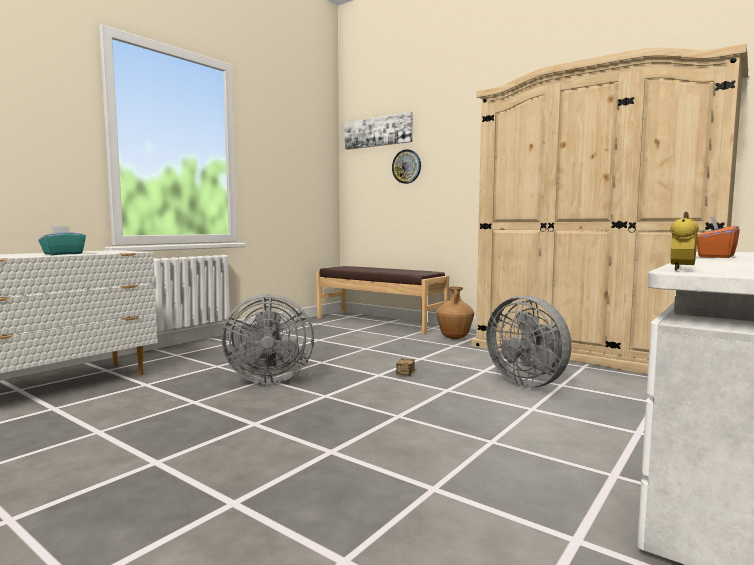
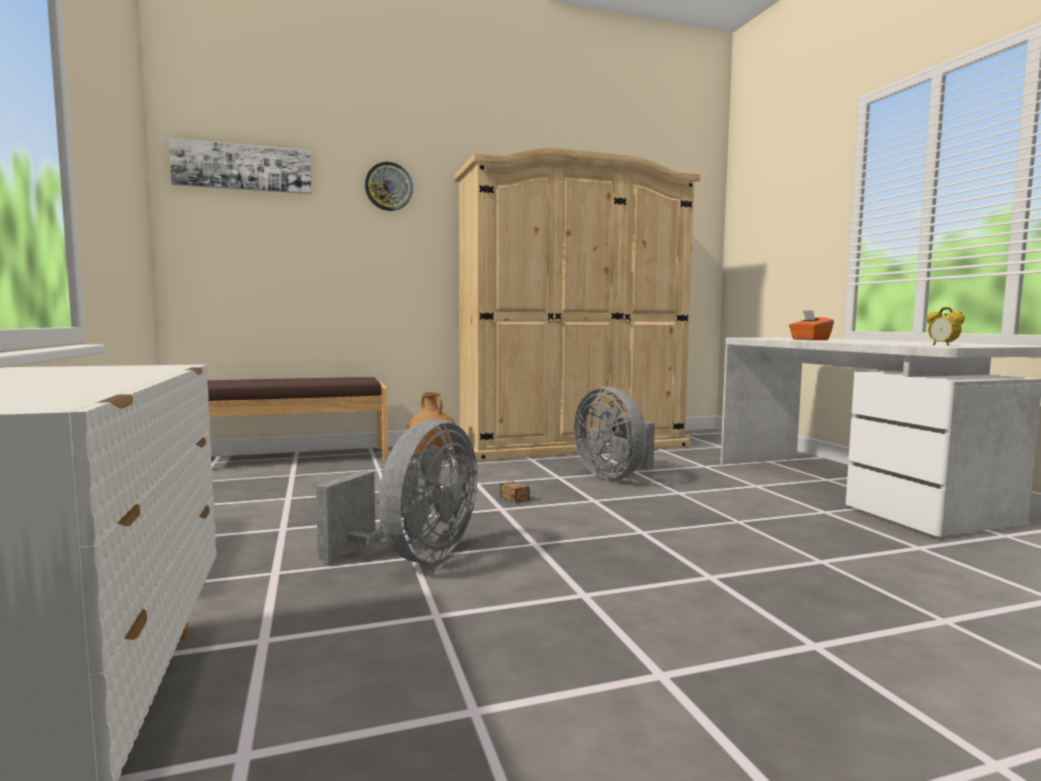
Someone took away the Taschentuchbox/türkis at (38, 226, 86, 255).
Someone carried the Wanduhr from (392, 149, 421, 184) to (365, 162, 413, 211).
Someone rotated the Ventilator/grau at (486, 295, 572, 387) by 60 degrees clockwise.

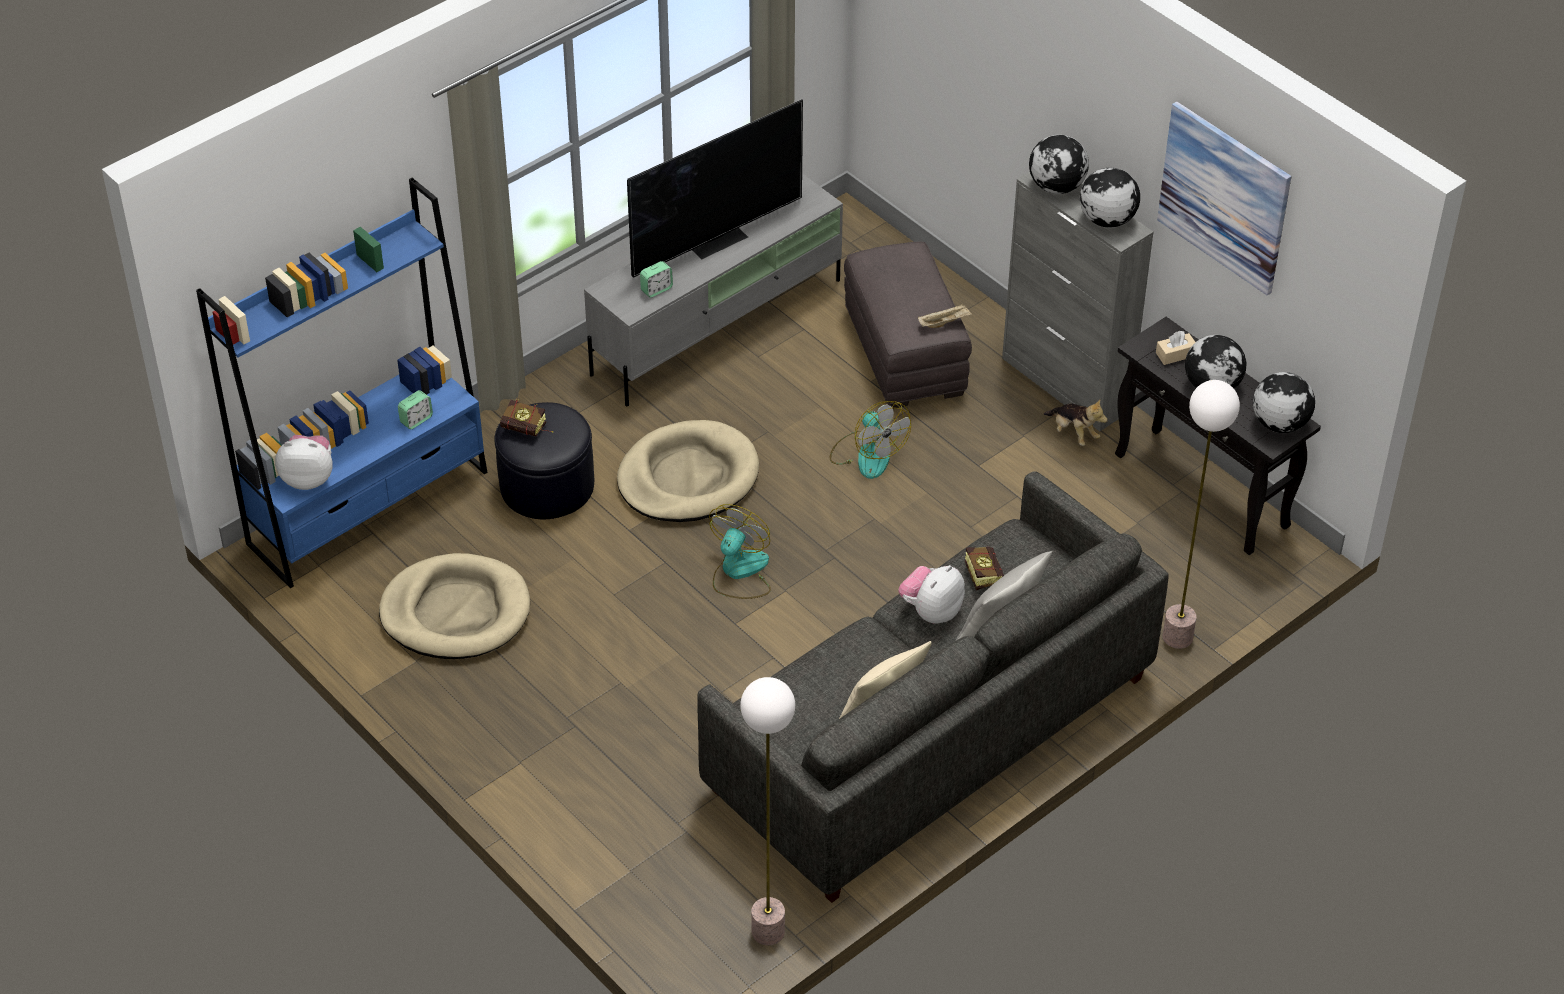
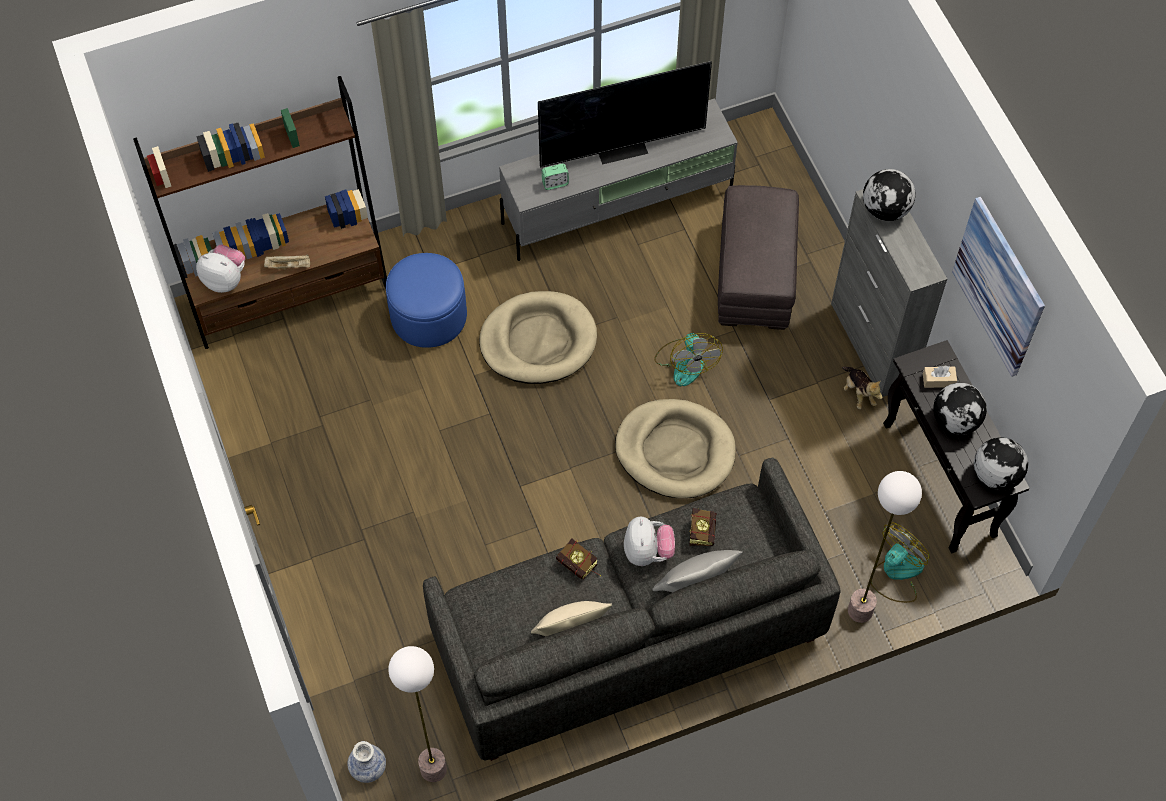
Someone took away the Wecker at (398, 390, 433, 429).
Someone took away the Globus at (1080, 168, 1140, 227).
Someone put down the Vase at (347, 741, 386, 783).
Someone carried the Hundebett/beige from (379, 553, 530, 659) to (615, 399, 736, 498).
Someone carried the Buch from (500, 399, 553, 437) to (556, 538, 601, 579).
Someone carried the Ventilator from (709, 504, 771, 599) to (871, 523, 930, 603).
Someone carried the Tablett/beige from (918, 303, 972, 328) to (264, 255, 310, 270).
Someone repainted the Bücherregal/blau at (196, 178, 488, 588), which became the Bücherregal/braun at (133, 76, 387, 349).
Someone repainted the Polsterhocker/schwarz at (494, 402, 594, 519), which became the Polsterhocker/blau at (386, 253, 467, 348).
Someone rotated the Plüschtier at (898, 565, 965, 624) by 120 degrees clockwise.

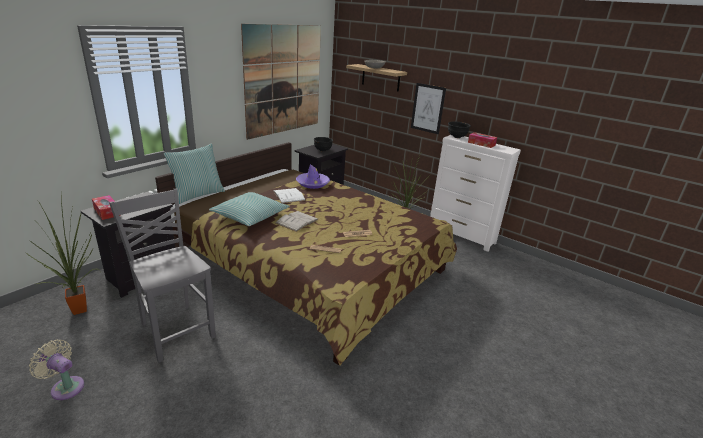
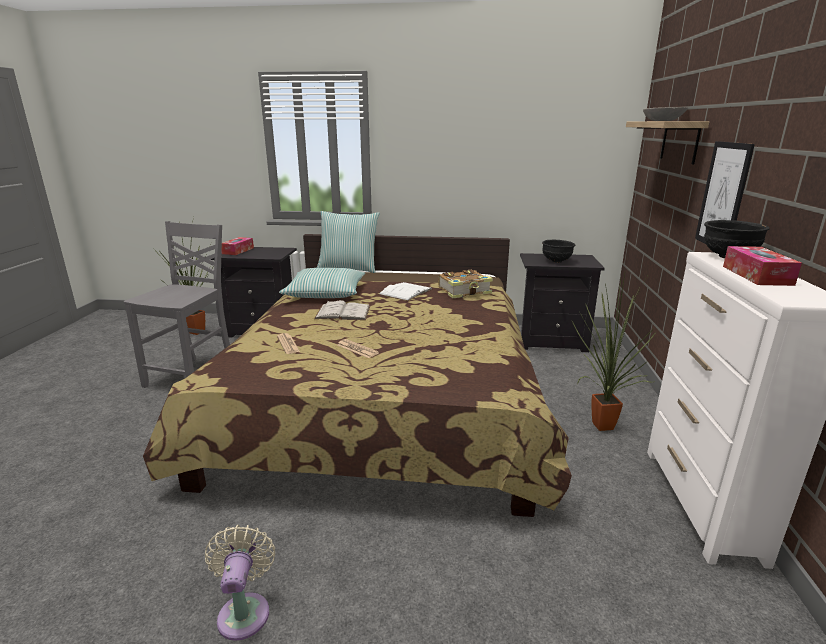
Someone took away the Bild at (241, 24, 321, 140).
Someone carried the Ventilator/beige from (29, 340, 85, 400) to (205, 525, 275, 641).
Someone swapped the Hut/lila at (296, 164, 330, 189) for the Buch at (439, 270, 493, 298).

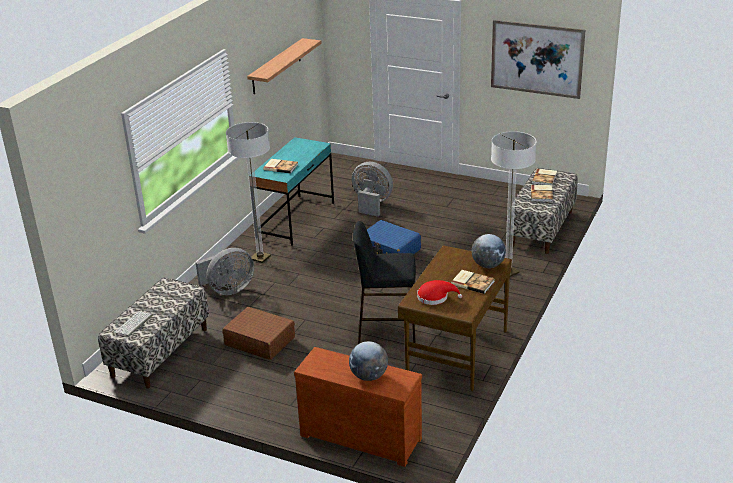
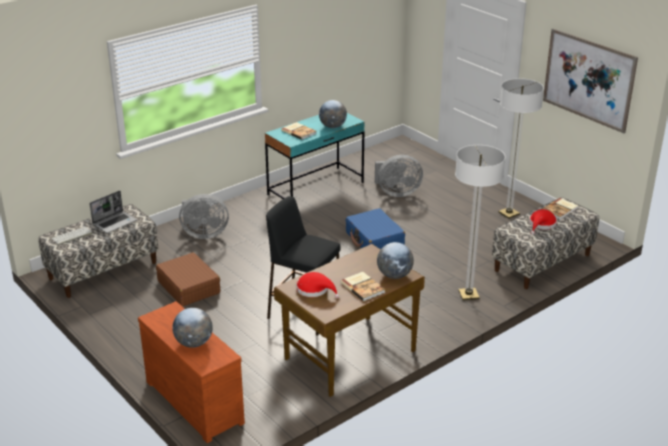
Someone took away the Wandregal at (247, 38, 322, 94).
Someone put down the Laptop at (89, 190, 137, 233).
Someone put down the Globus at (319, 100, 347, 128).
Someone carried the Stehlampe from (226, 122, 271, 263) to (498, 78, 544, 219).
Someone swapped the Buch at (531, 185, 553, 202) for the Hut/rot at (529, 209, 557, 235).
Someone rotated the Ventilator/grau at (352, 162, 393, 217) by 120 degrees clockwise.

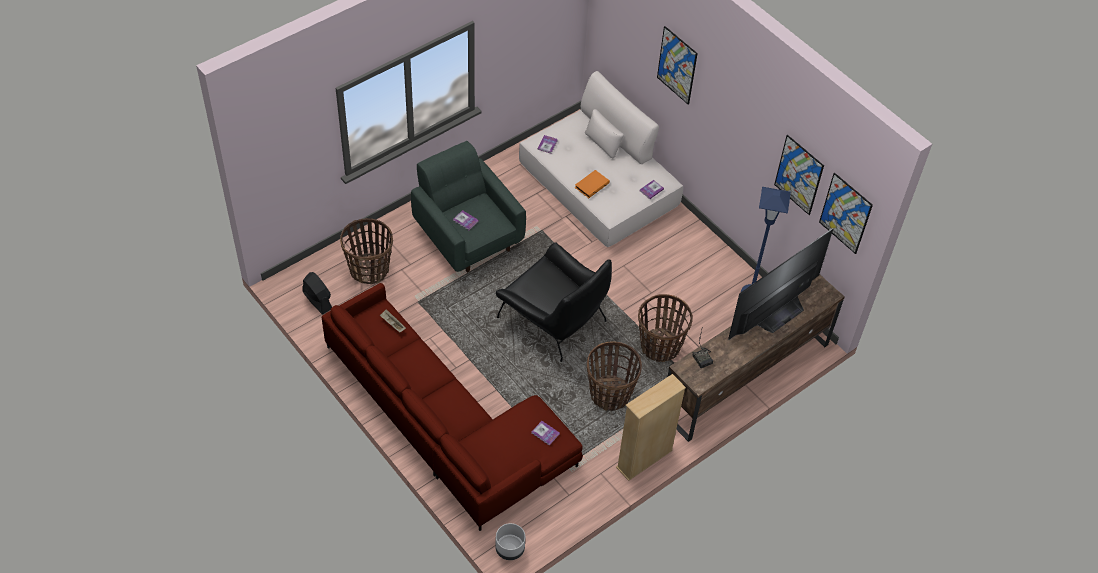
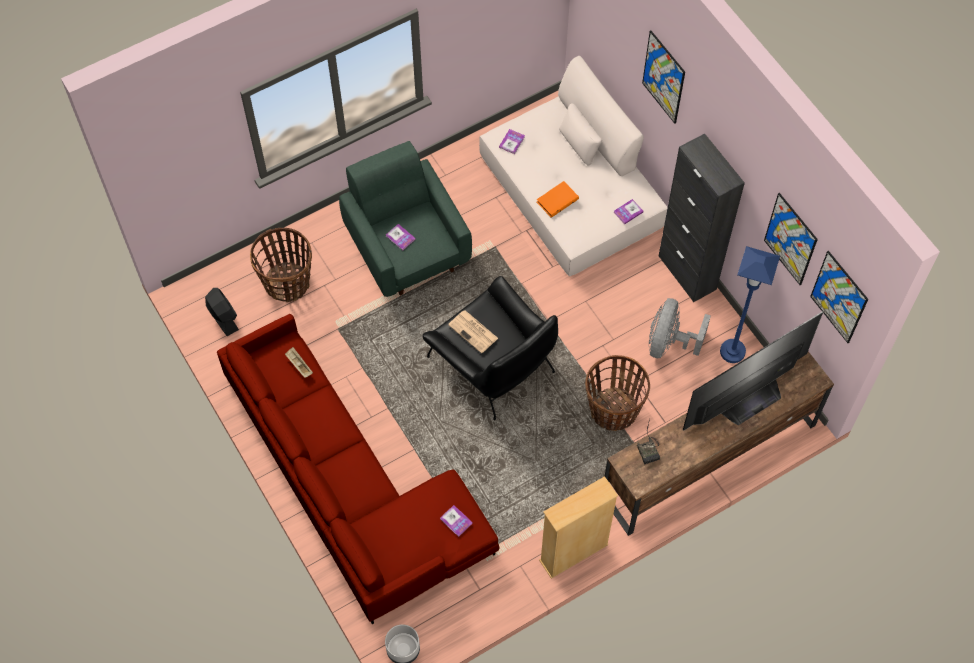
Someone took away the Korb at (587, 342, 642, 411).
Someone put down the Zeitung at (448, 310, 498, 354).
Someone put down the Ventilator/grau at (649, 298, 711, 358).
Someone put down the Schrank/schwarz at (658, 134, 745, 302).

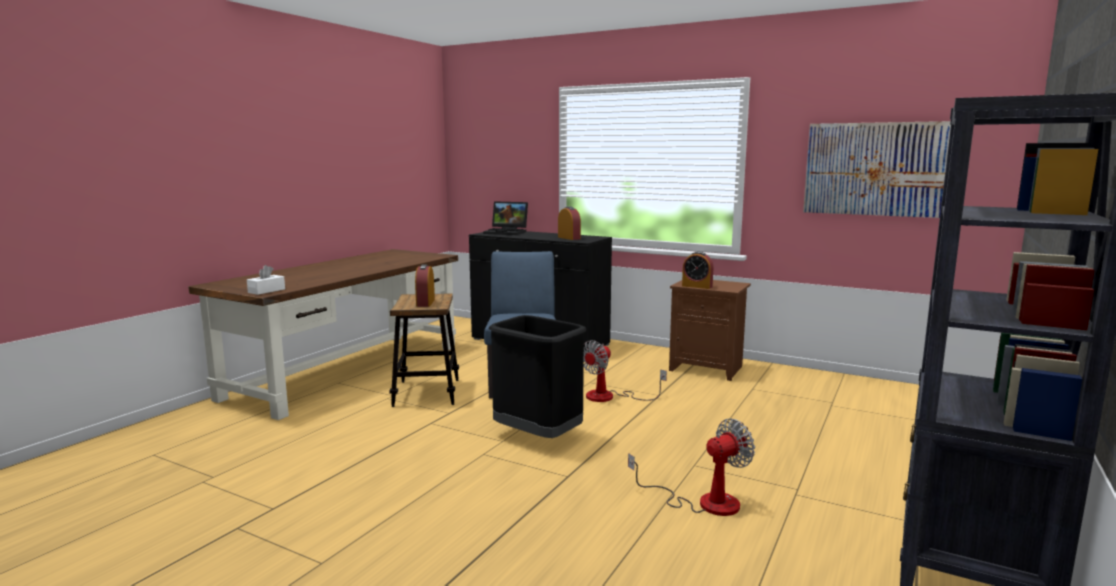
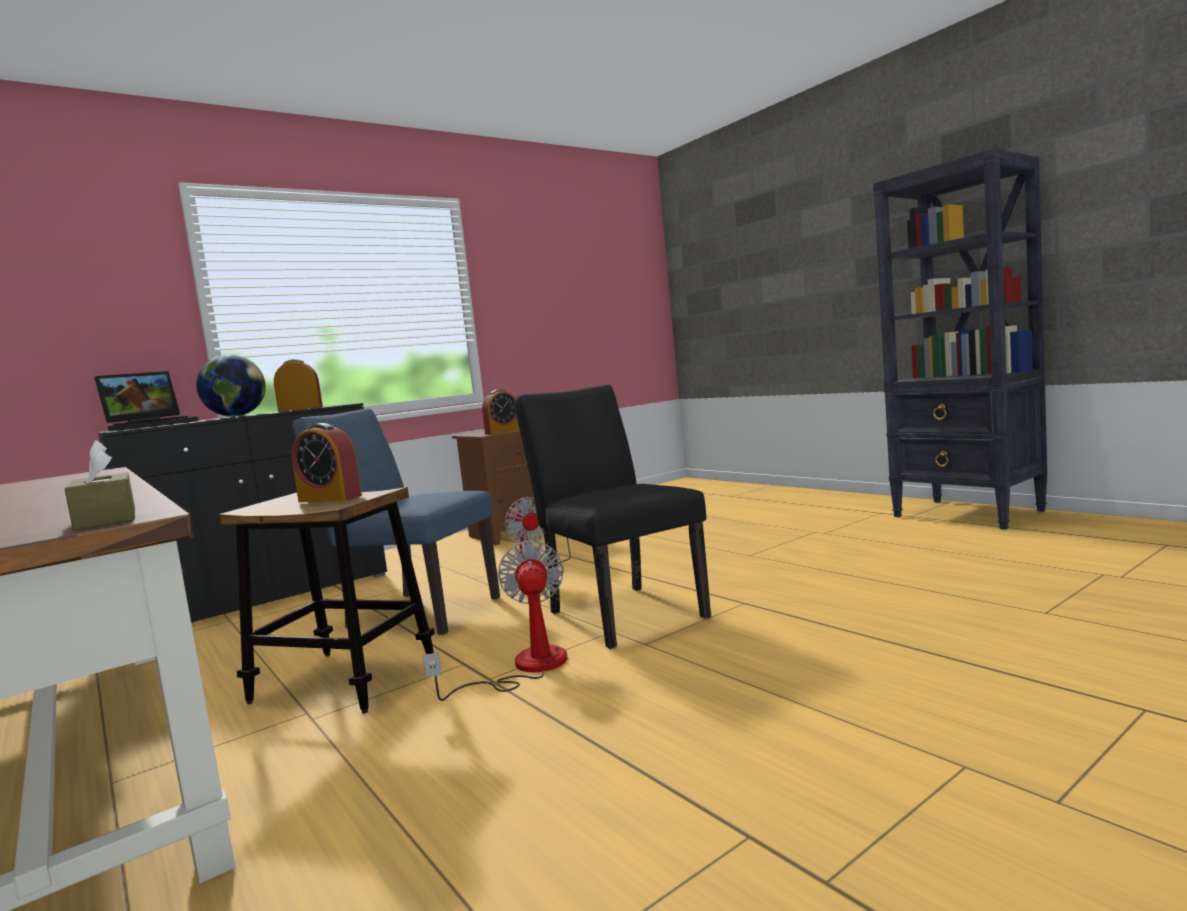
Someone took away the Bild at (803, 121, 951, 218).
Someone put down the Globus at (196, 354, 266, 417).
Someone carried the Ventilator from (628, 418, 755, 516) to (423, 540, 567, 701).
Someone swapped the Mülleimer/schwarz at (489, 315, 586, 438) for the Stuhl/schwarz at (514, 385, 711, 649).
Someone repainted the Taschentuchbox/weiß at (247, 265, 285, 295), which became the Taschentuchbox/braun at (65, 440, 135, 531).

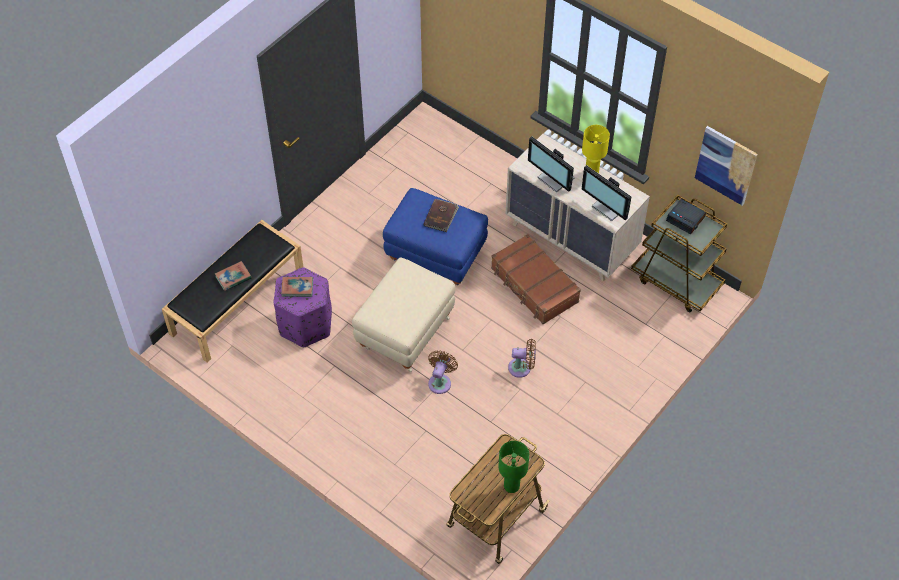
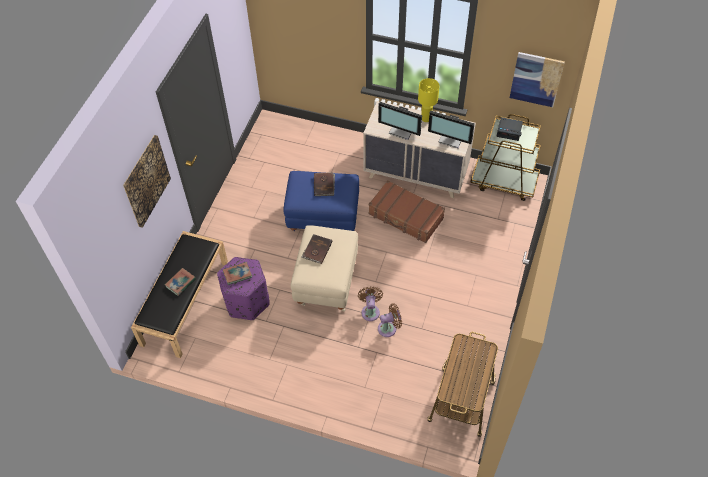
Someone took away the Tischlampe/grün at (498, 441, 529, 493).
Someone put up the Bild at (123, 135, 171, 228).
Someone put down the Buch/braun at (301, 234, 333, 264).
Someone carried the Ventilator/braun from (508, 339, 536, 378) to (378, 303, 402, 337).

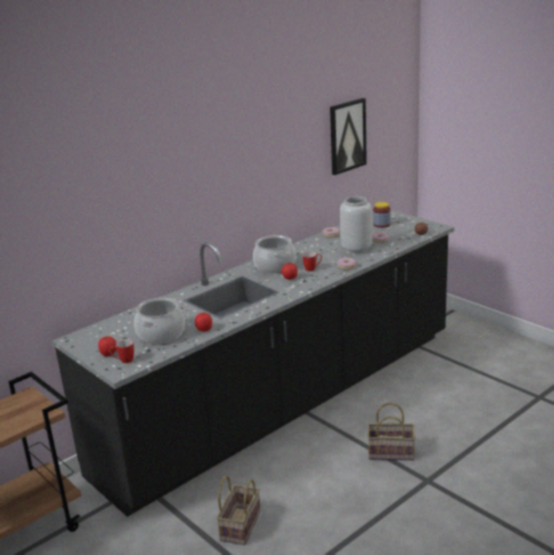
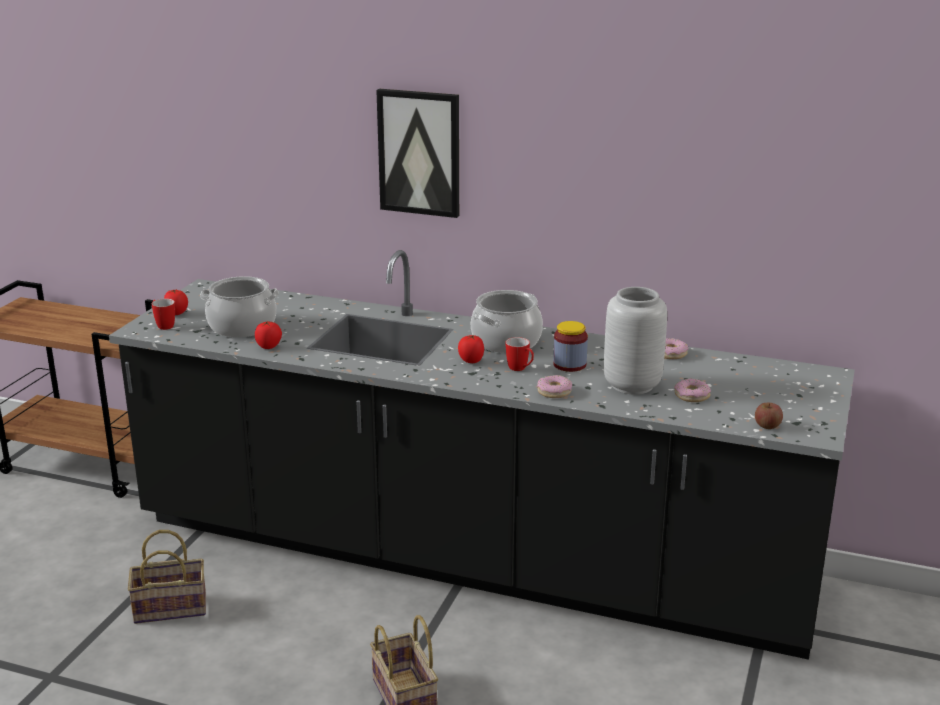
Someone carried the Bild from (330, 98, 367, 175) to (376, 89, 459, 218).
Someone carried the Vorratsglas from (373, 202, 391, 228) to (553, 321, 588, 372).

